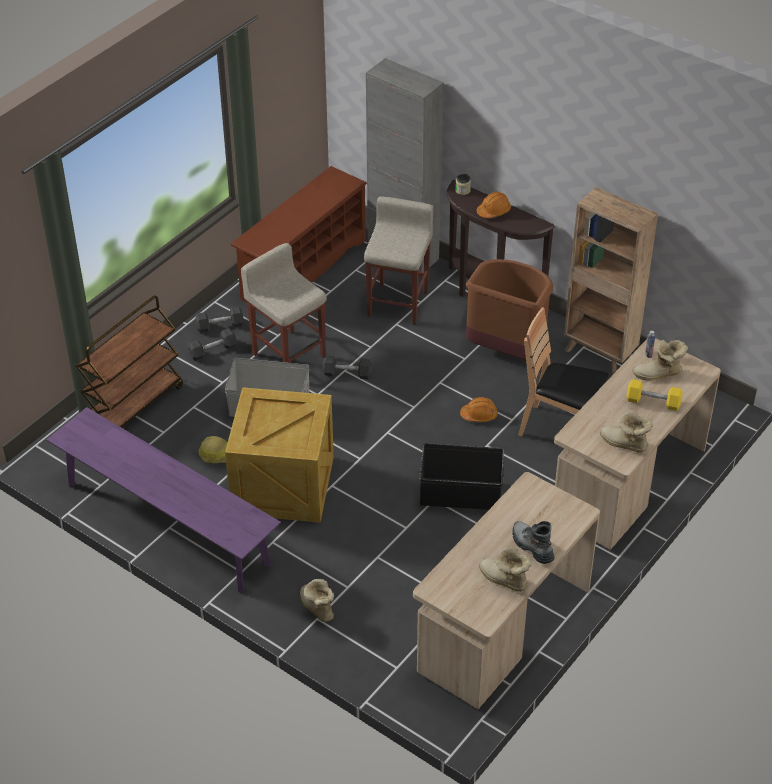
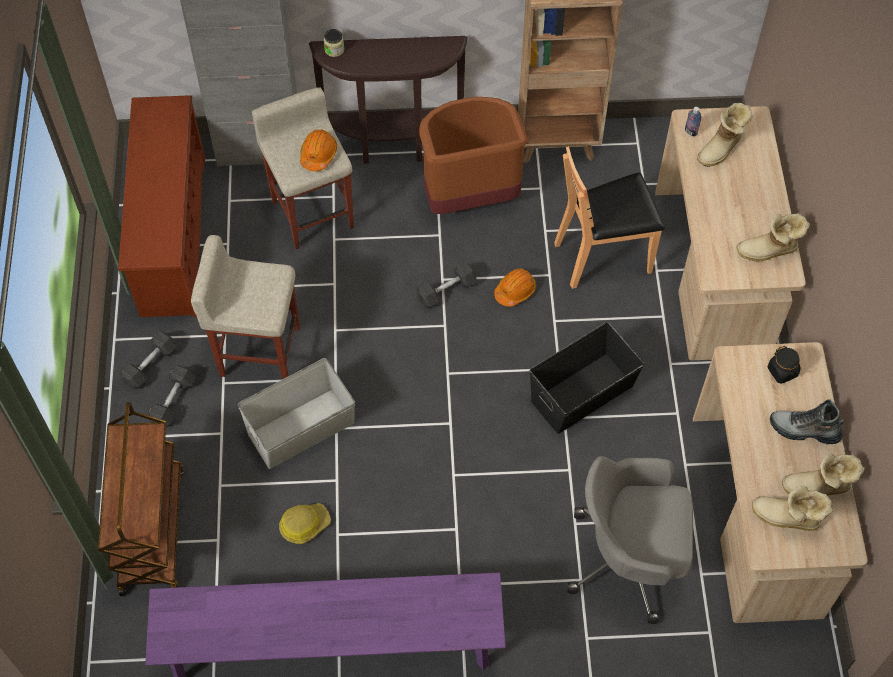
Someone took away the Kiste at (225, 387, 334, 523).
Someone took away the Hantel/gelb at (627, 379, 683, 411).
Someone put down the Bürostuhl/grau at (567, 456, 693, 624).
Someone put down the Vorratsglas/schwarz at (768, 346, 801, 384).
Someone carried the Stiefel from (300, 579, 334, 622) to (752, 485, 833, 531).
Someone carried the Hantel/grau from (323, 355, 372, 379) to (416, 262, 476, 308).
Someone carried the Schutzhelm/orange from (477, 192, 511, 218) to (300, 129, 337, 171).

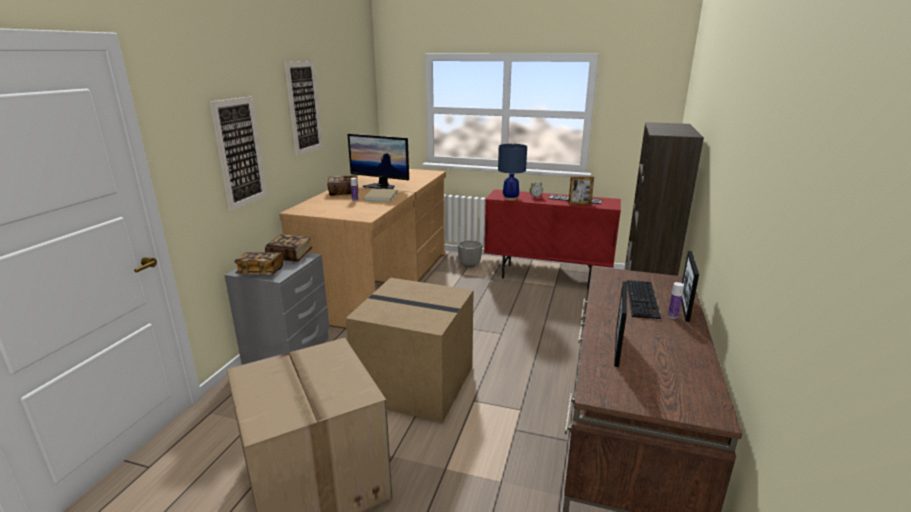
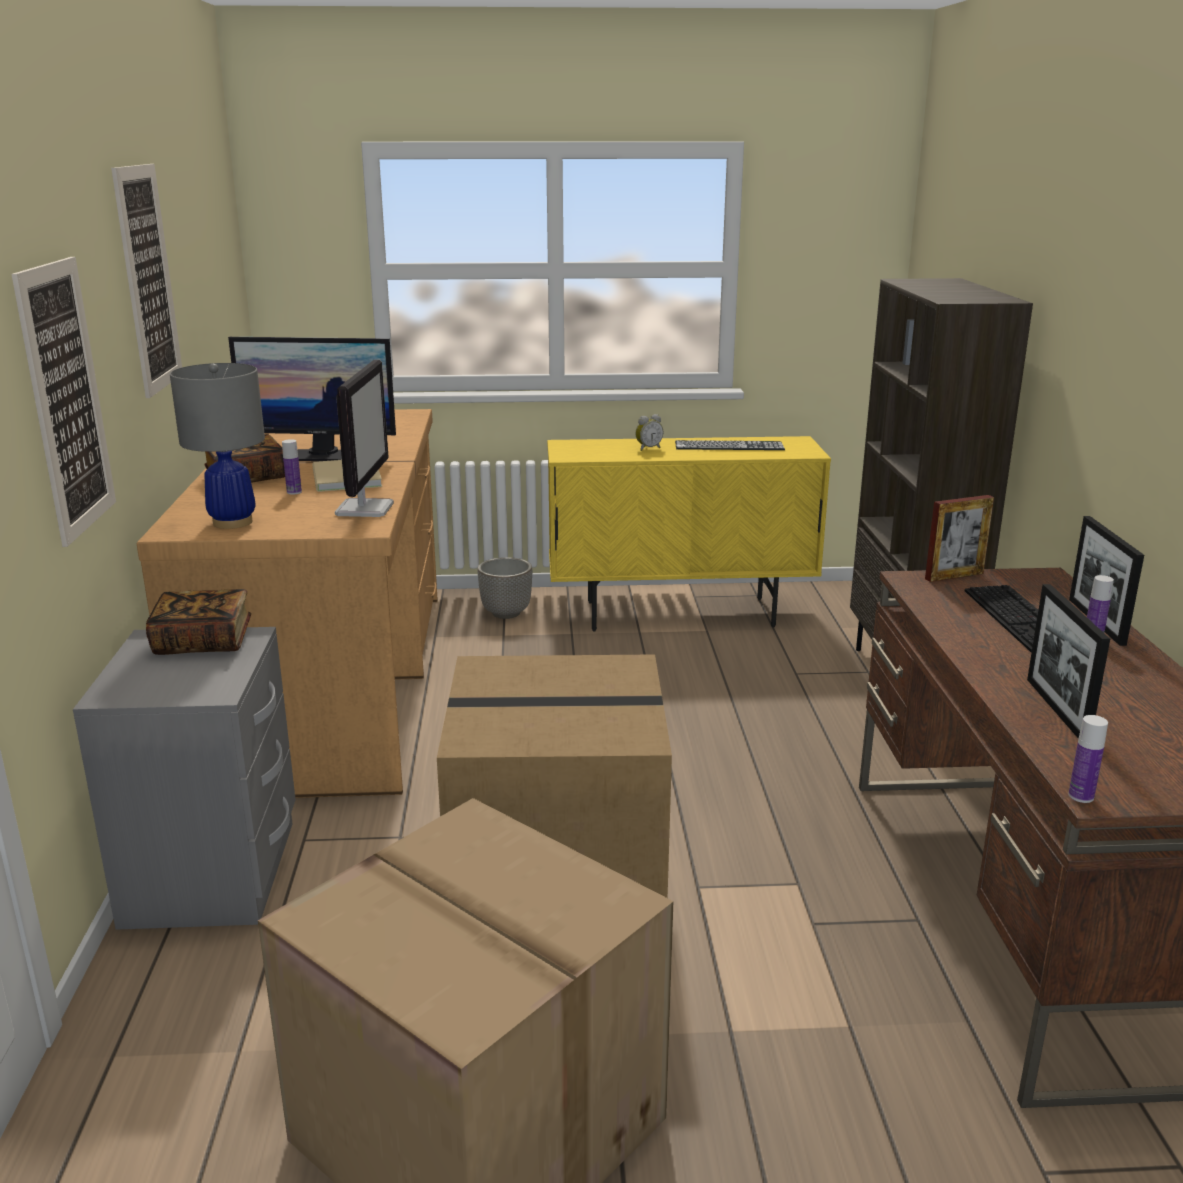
Someone took away the Buch at (234, 252, 283, 275).
Someone took away the Tischlampe/blau at (498, 144, 527, 201).
Someone put down the Tischlampe/grau at (170, 363, 265, 529).
Someone put down the Monitor at (335, 359, 394, 517).
Someone put down the Flasche at (1068, 715, 1108, 803).
Someone carried the Bilderrahmen from (568, 176, 594, 205) to (925, 495, 994, 582).
Someone repainted the Schrank/rot at (484, 189, 621, 289), which became the Schrank/gelb at (547, 436, 831, 631).

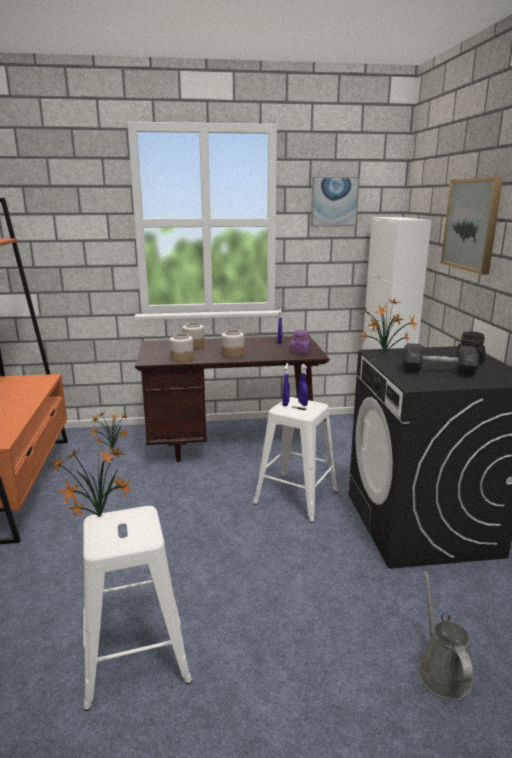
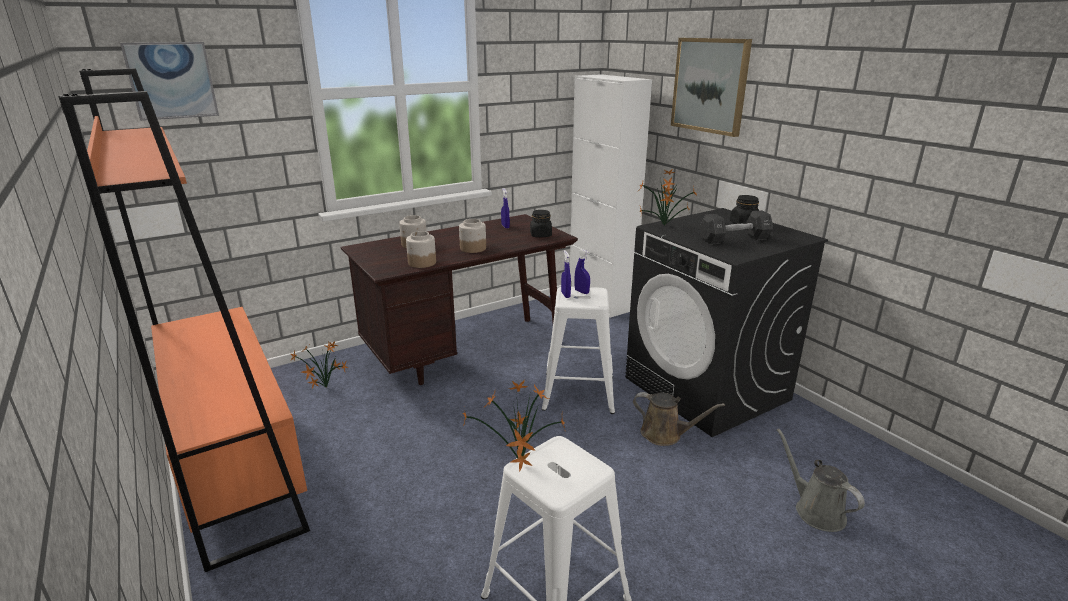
Someone put down the Gießkanne/braun at (633, 392, 725, 446).
Someone carried the Bild from (311, 177, 360, 227) to (120, 42, 219, 121).
Someone repainted the Vorratsglas/lila at (290, 330, 311, 354), which became the Vorratsglas/schwarz at (530, 210, 552, 237).

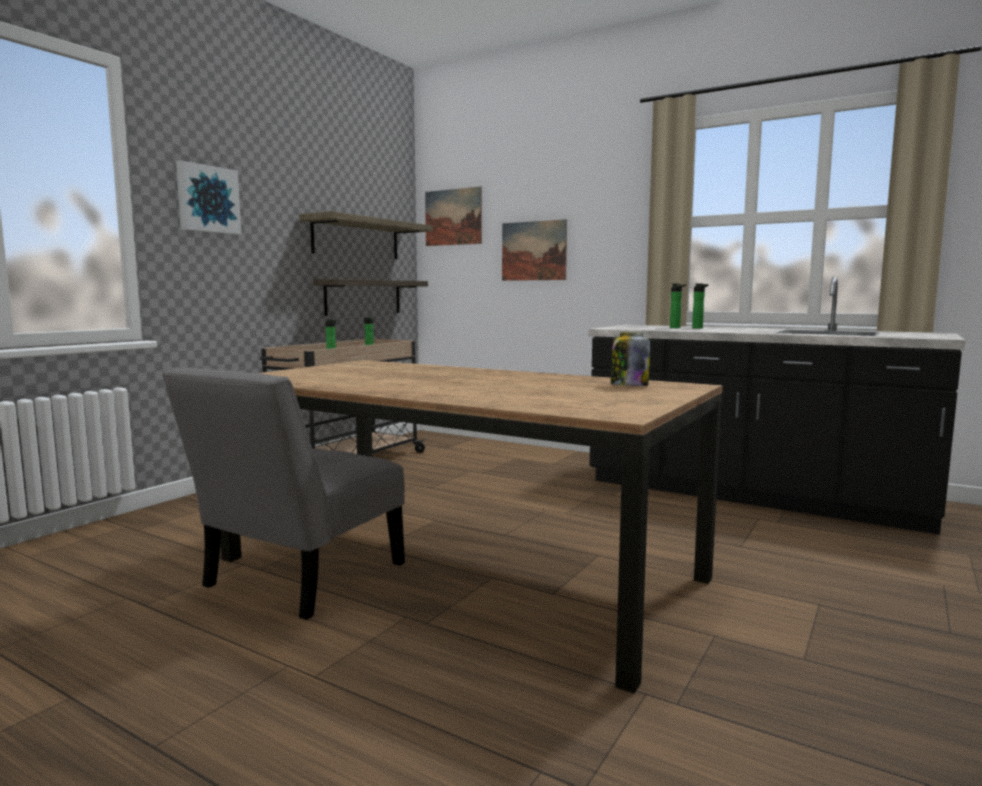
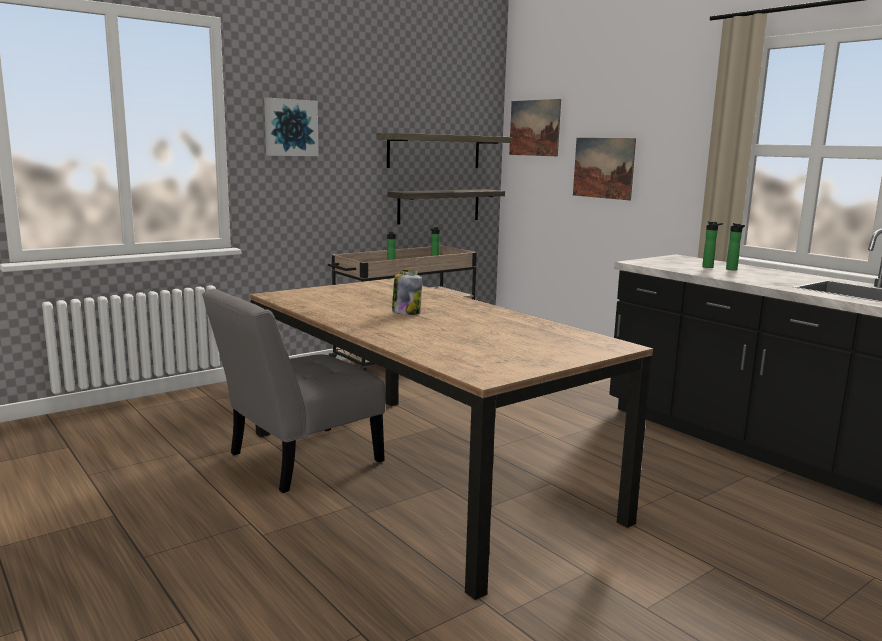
Someone carried the Vorratsglas from (611, 332, 650, 386) to (392, 270, 423, 315).

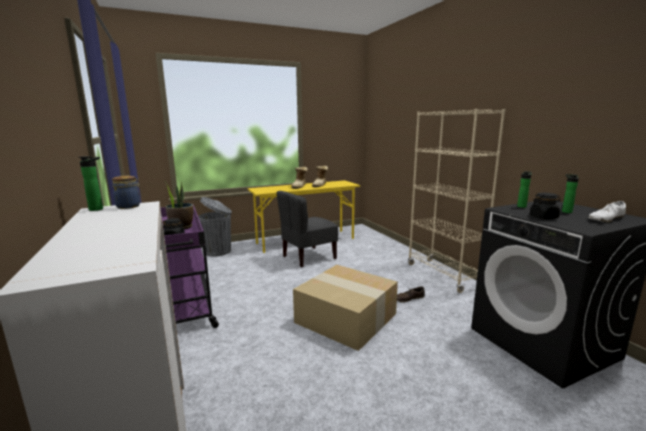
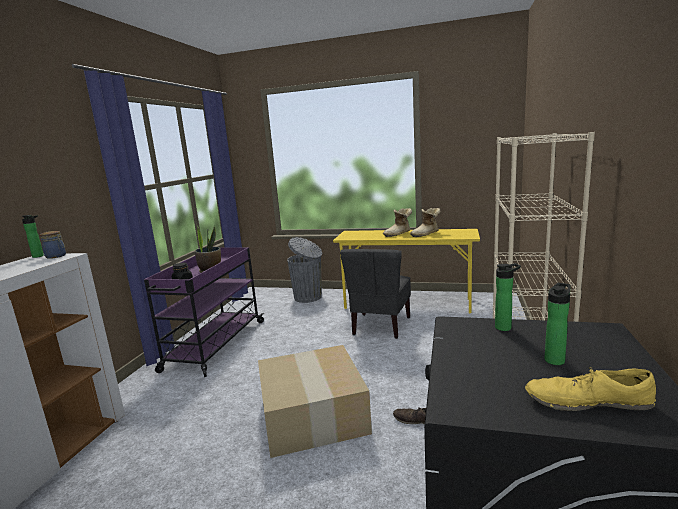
Someone took away the Vorratsglas/schwarz at (530, 193, 560, 219).
Someone repainted the Schuh/weiß at (588, 201, 626, 222), which became the Schuh/gelb at (525, 367, 656, 411).
Someone rotated the Stuhl/grau at (276, 191, 338, 268) by 75 degrees counterclockwise.

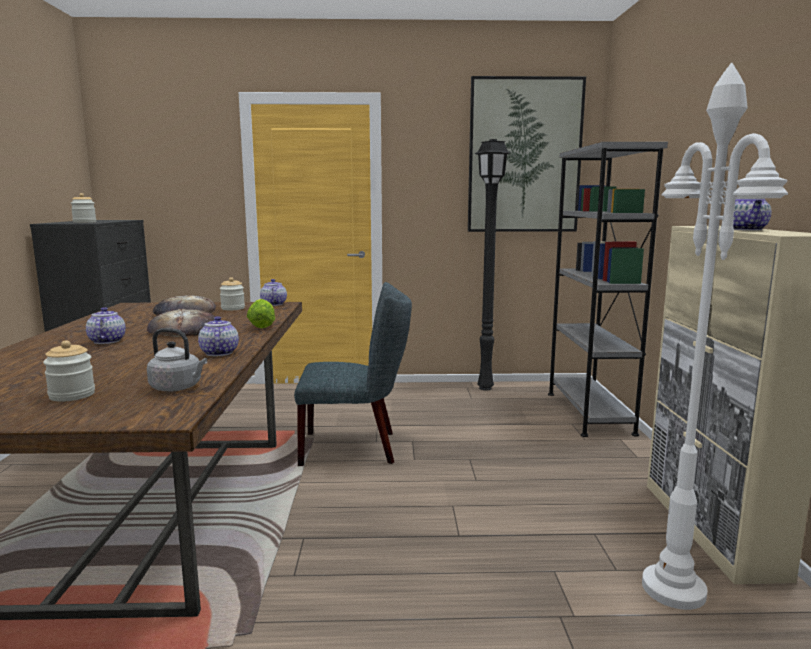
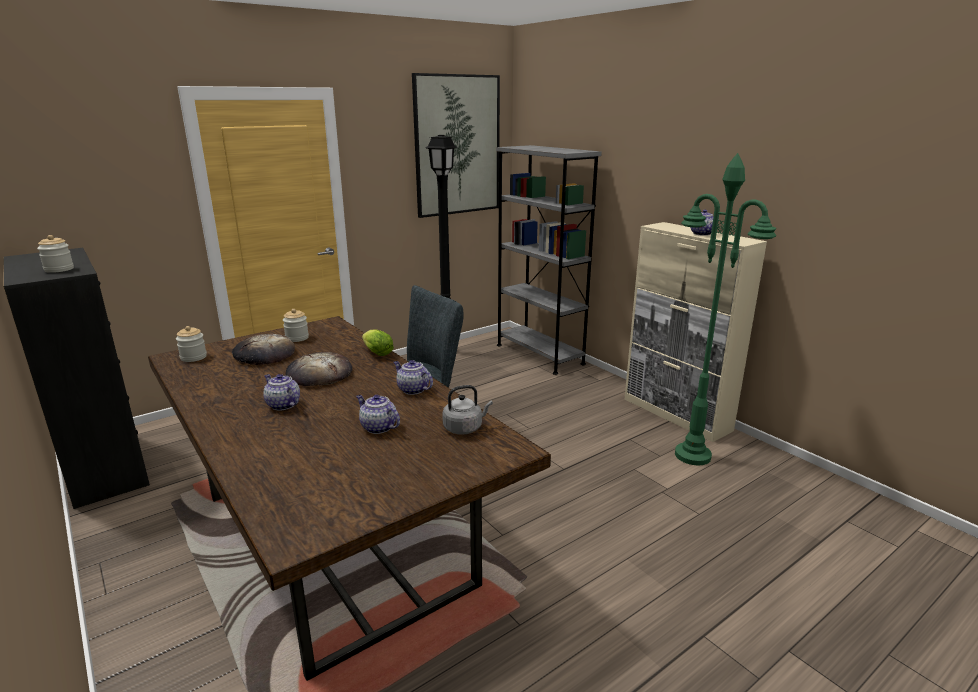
Someone carried the Vorratsglas from (43, 341, 95, 402) to (176, 326, 207, 362).
Someone carried the Teekanne from (260, 279, 287, 306) to (356, 395, 400, 434).
Someone repainted the Stehlampe/weiß at (642, 63, 788, 610), which became the Stehlampe/grün at (675, 153, 776, 465).

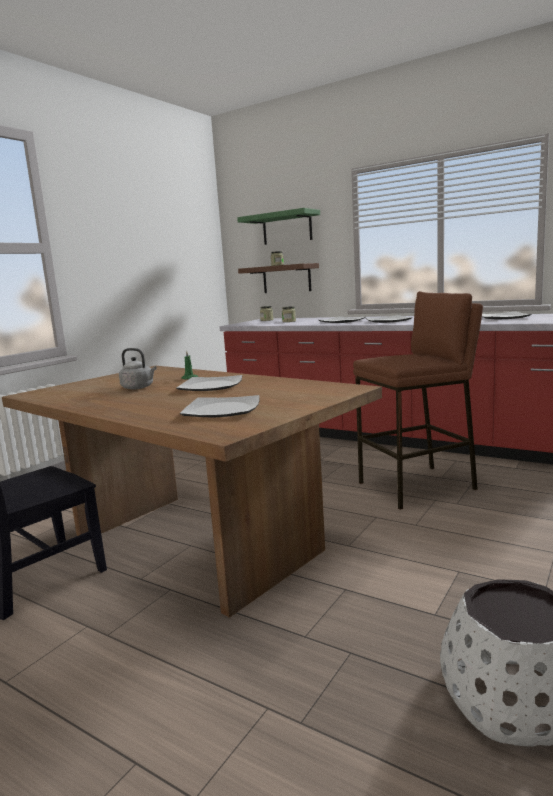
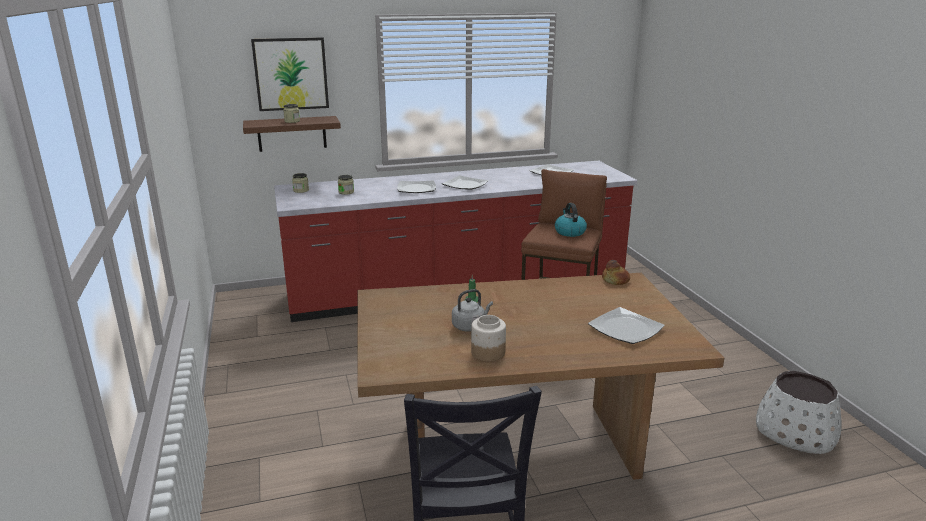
Someone took away the Teller at (176, 375, 242, 391).
Someone put down the Vorratsglas at (471, 315, 506, 361).
Someone put down the Wasserkessel at (555, 203, 587, 237).
Someone put down the Brot at (602, 260, 630, 285).
Someone swapped the Wandregal/grün at (237, 208, 320, 245) for the Bild at (251, 37, 329, 111).

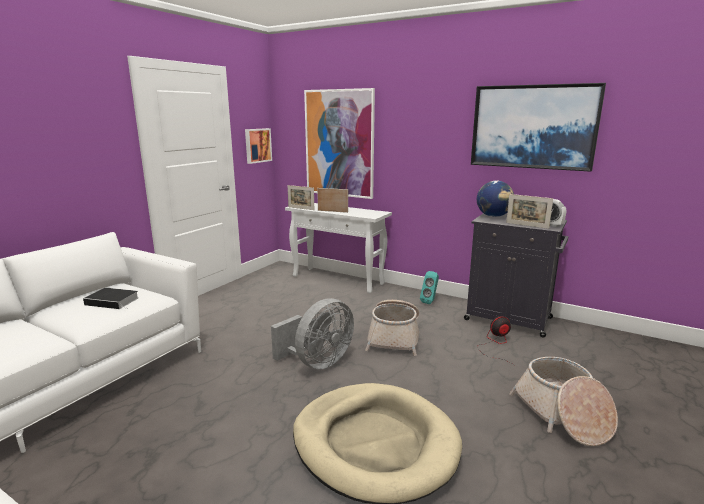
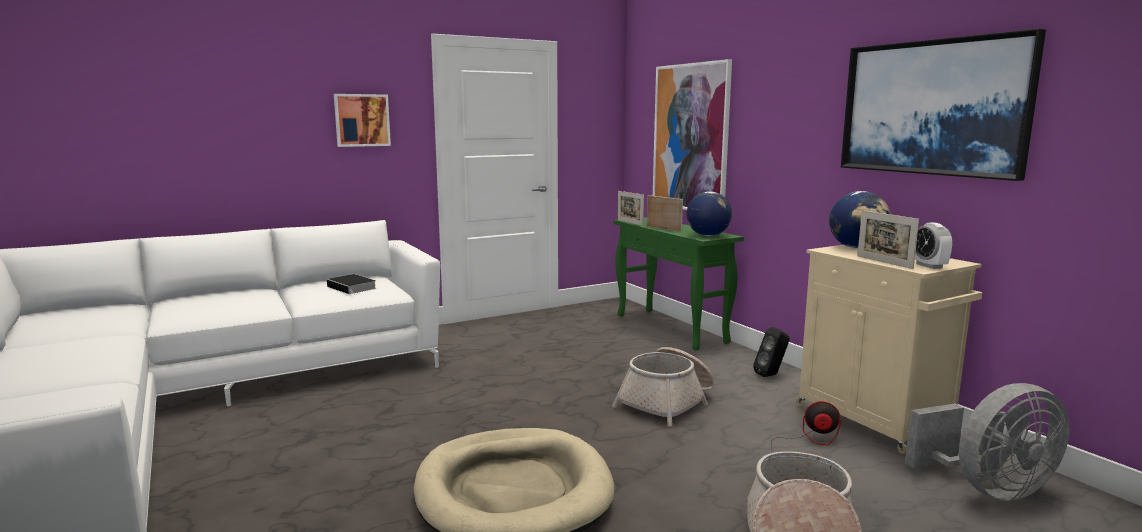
Someone put down the Globus at (687, 191, 732, 236).
Someone carried the Bild from (245, 128, 272, 164) to (334, 94, 391, 147).
Someone carried the Ventilator/grau from (271, 298, 354, 369) to (905, 383, 1070, 501).
Someone repainted the Konsolentisch/weiß at (285, 203, 392, 294), which became the Konsolentisch/grün at (613, 217, 744, 350).
Someone repainted the Lautsprecher/türkis at (420, 271, 439, 304), which became the Lautsprecher/schwarz at (753, 327, 790, 377).
Someone repainted the Schrank/schwarz at (464, 213, 569, 338), which became the Schrank/beige at (796, 245, 982, 454).

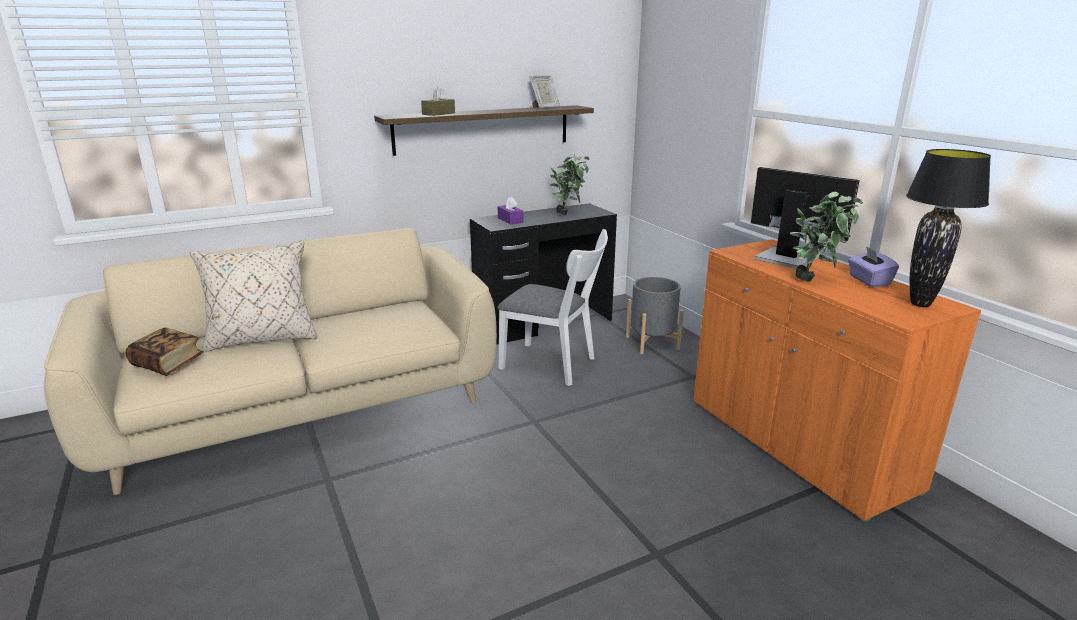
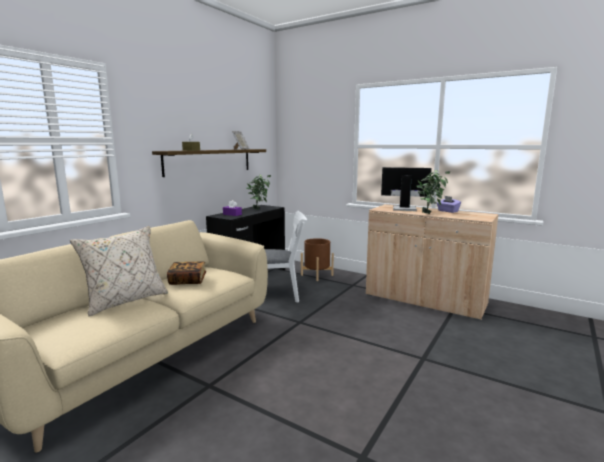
Someone took away the Tischlampe/schwarz at (906, 149, 991, 307).
Someone carried the Buch from (126, 327, 204, 376) to (167, 262, 206, 285).
Someone repainted the Pflanzkübel/grau at (626, 277, 684, 354), which became the Pflanzkübel/braun at (301, 238, 334, 281).
Someone repainted the Schrank/orange at (693, 239, 981, 522), which became the Schrank/beige at (366, 204, 499, 321).

